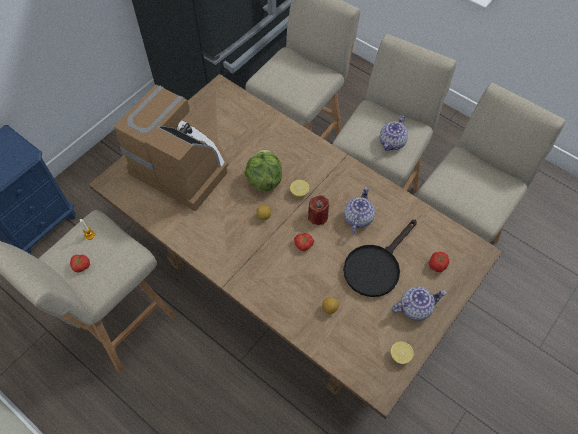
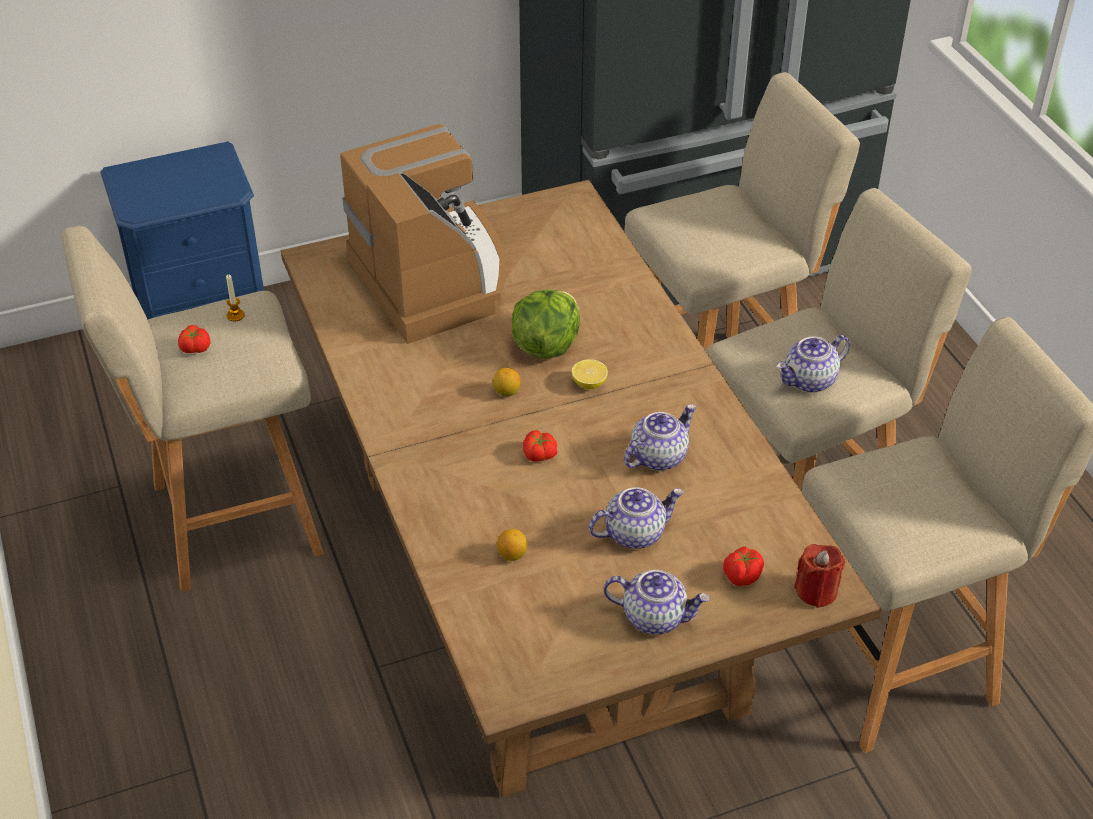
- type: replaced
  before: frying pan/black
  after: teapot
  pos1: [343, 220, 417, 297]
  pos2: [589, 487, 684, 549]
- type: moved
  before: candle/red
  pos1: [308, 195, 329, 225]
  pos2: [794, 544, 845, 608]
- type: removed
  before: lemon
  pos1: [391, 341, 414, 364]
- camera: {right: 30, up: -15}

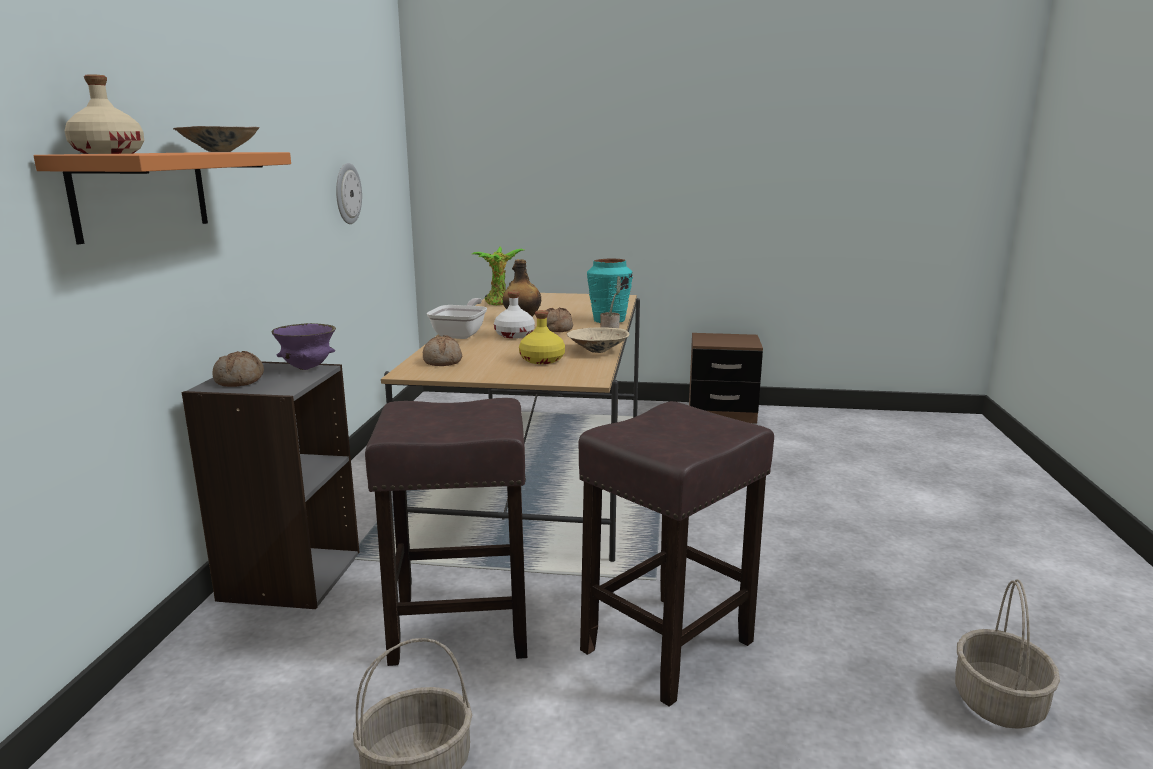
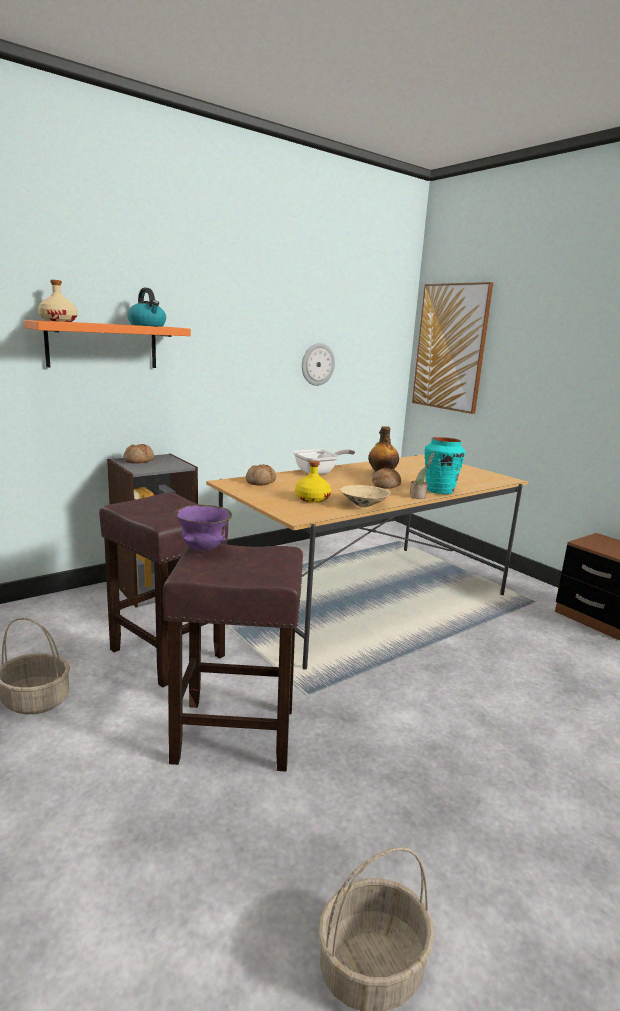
- type: replaced
  before: bowl/beige
  after: kettle
  pos1: [173, 126, 259, 152]
  pos2: [127, 287, 166, 327]
- type: moved
  before: bowl/purple
  pos1: [271, 323, 336, 370]
  pos2: [174, 505, 232, 551]
- type: added
  after: picture
  pos2: [412, 282, 493, 414]
- type: removed
  before: potted plant
  pos1: [472, 246, 524, 306]
- type: removed
  before: bottle/white
  pos1: [494, 291, 535, 338]
- camera: {right: 45, up: 0}

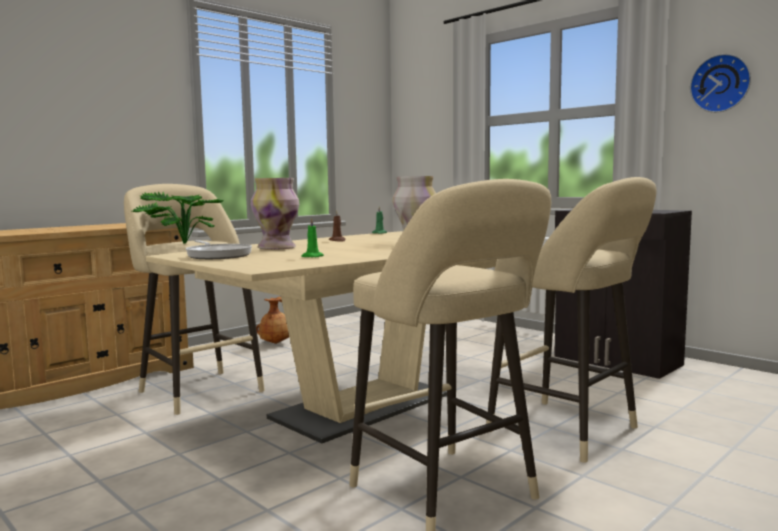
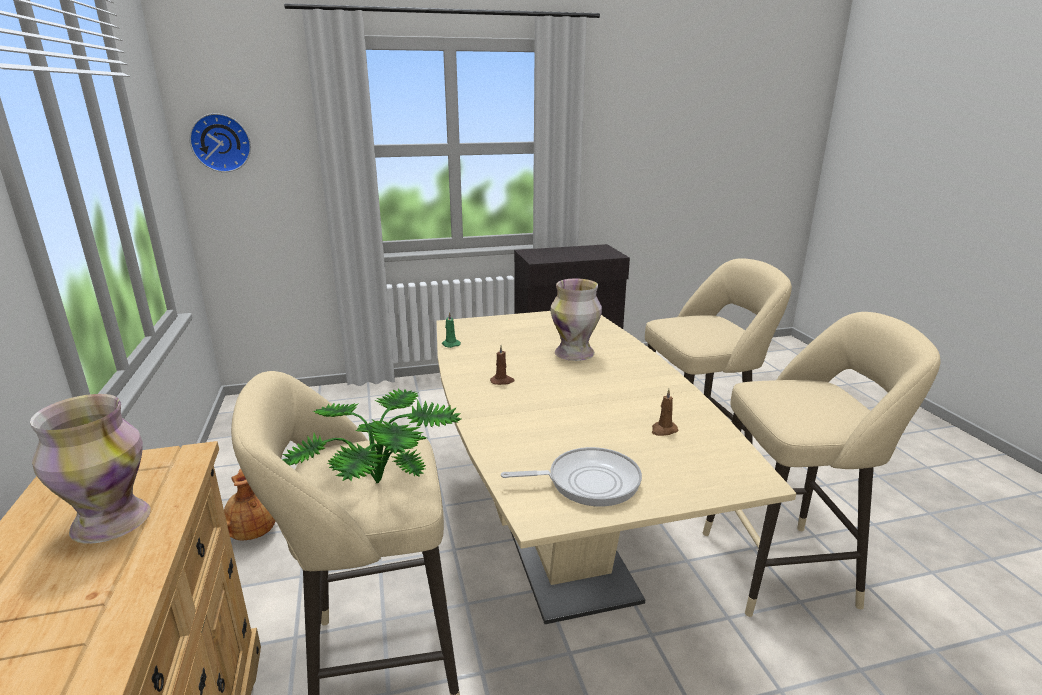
- type: moved
  before: vase
  pos1: [251, 178, 299, 250]
  pos2: [30, 394, 151, 544]
- type: moved
  before: wall clock
  pos1: [690, 54, 751, 113]
  pos2: [189, 113, 251, 172]
- type: recoloured
  before: candle/green
  after: candle/brown
  pos1: [301, 217, 324, 257]
  pos2: [652, 389, 678, 436]
- camera: {right: -60, up: 15}

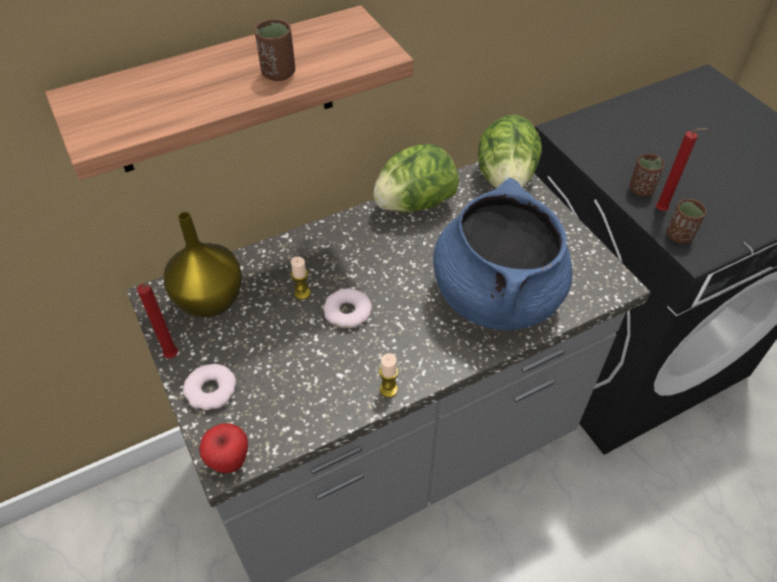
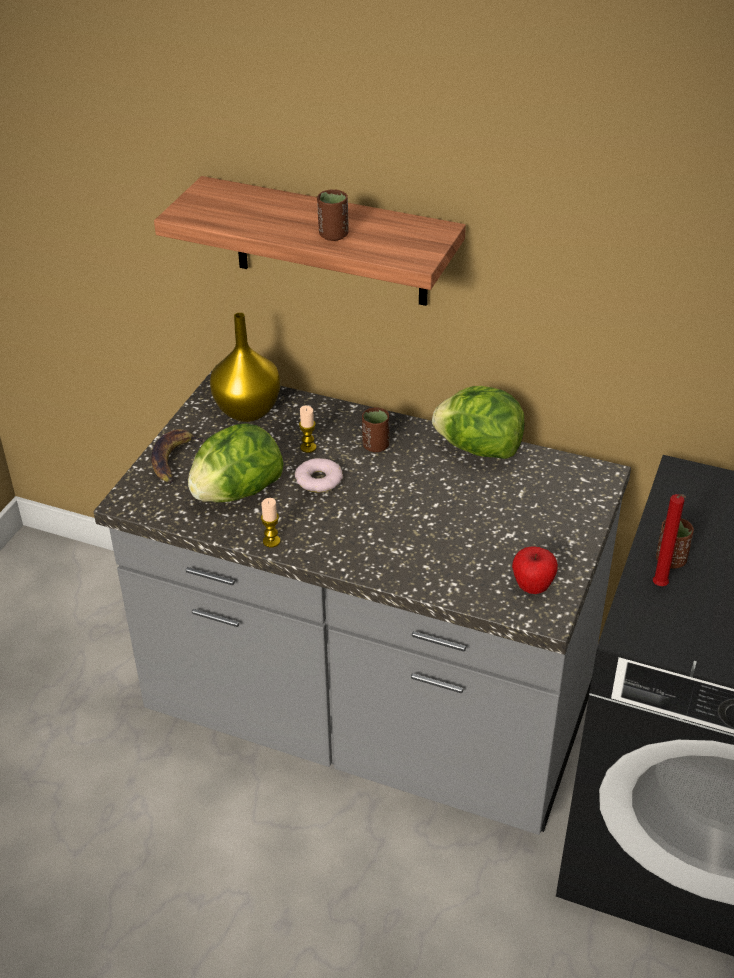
- type: replaced
  before: donut
  after: banana
  pos1: [183, 364, 236, 411]
  pos2: [151, 429, 206, 483]
- type: moved
  before: lettuce
  pos1: [478, 114, 542, 188]
  pos2: [188, 423, 283, 502]
- type: moved
  before: cup/brown
  pos1: [667, 199, 706, 243]
  pos2: [362, 407, 389, 452]
- type: moved
  before: apple
  pos1: [199, 423, 248, 473]
  pos2: [512, 546, 558, 594]
- type: removed
  before: candle/red
  pos1: [137, 283, 178, 359]
- type: removed
  before: cooking pot/blue
  pos1: [433, 178, 572, 330]
- camera: {right: 50, up: -10}

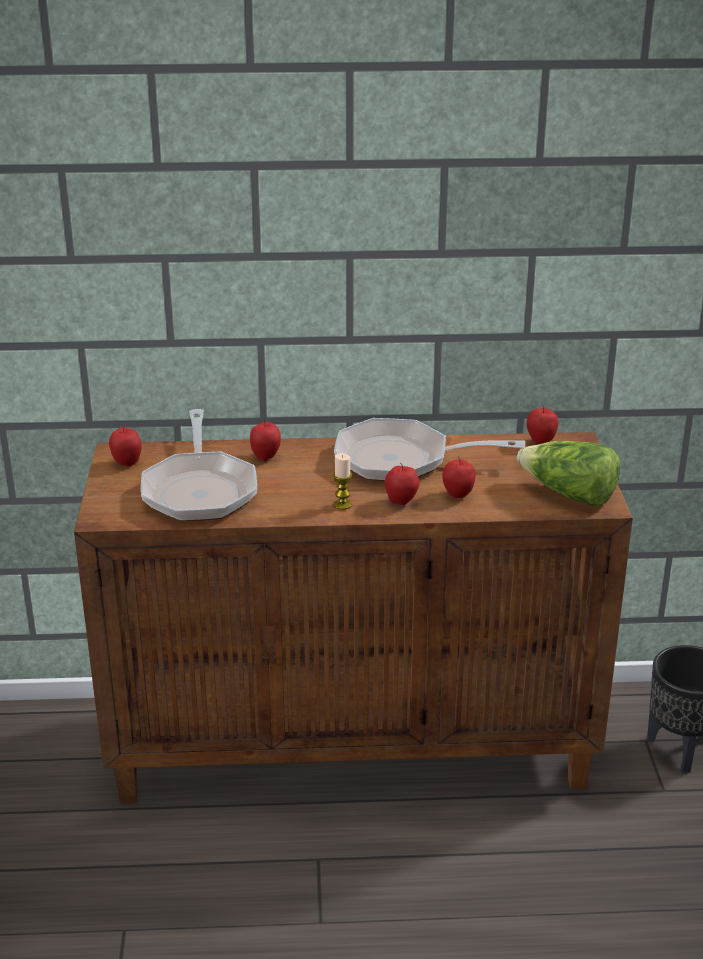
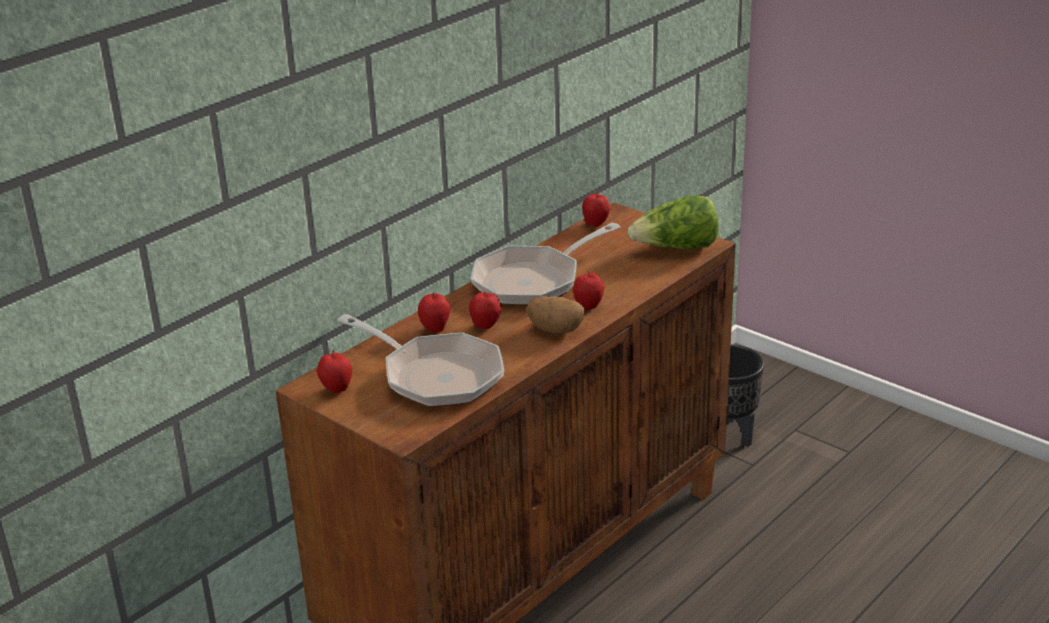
- type: moved
  before: apple
  pos1: [442, 456, 476, 498]
  pos2: [469, 290, 501, 329]
- type: replaced
  before: candle
  after: potato
  pos1: [333, 453, 352, 510]
  pos2: [526, 296, 585, 333]
- camera: {right: -45, up: 0}

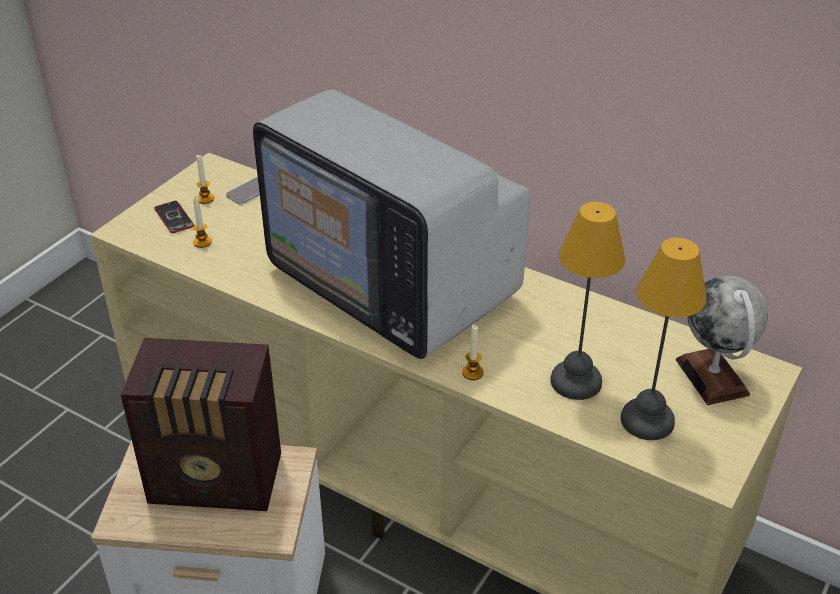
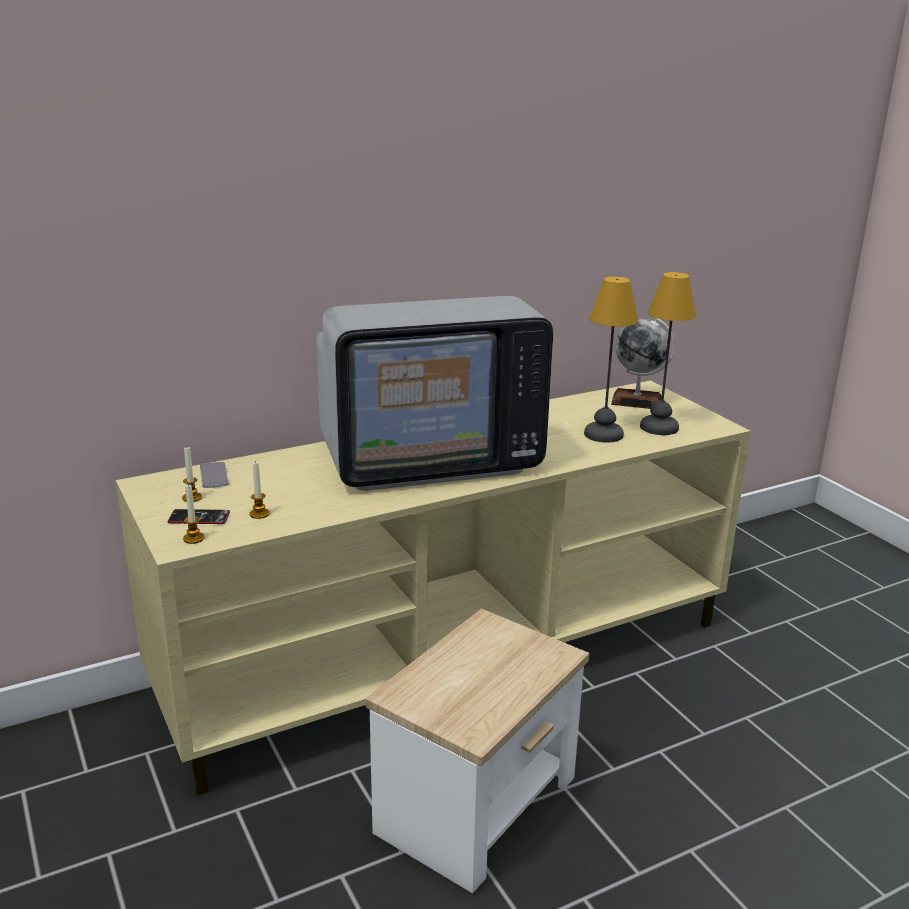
- type: moved
  before: candle
  pos1: [462, 325, 484, 380]
  pos2: [183, 484, 205, 544]
- type: removed
  before: radio
  pos1: [120, 338, 281, 511]
- camera: {right: -60, up: -15}

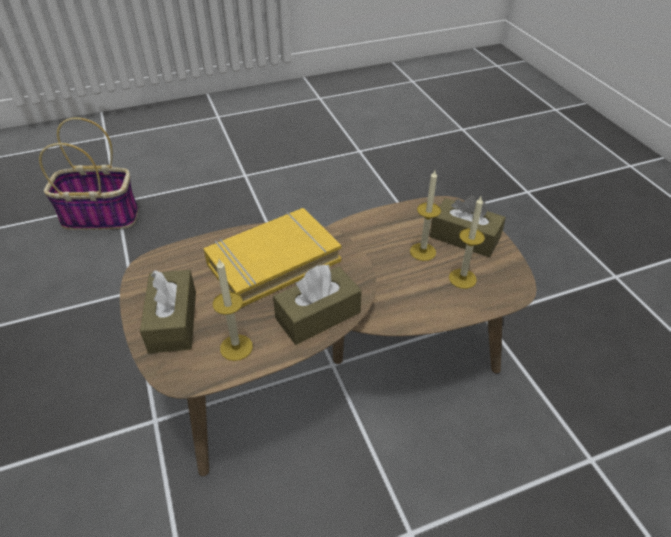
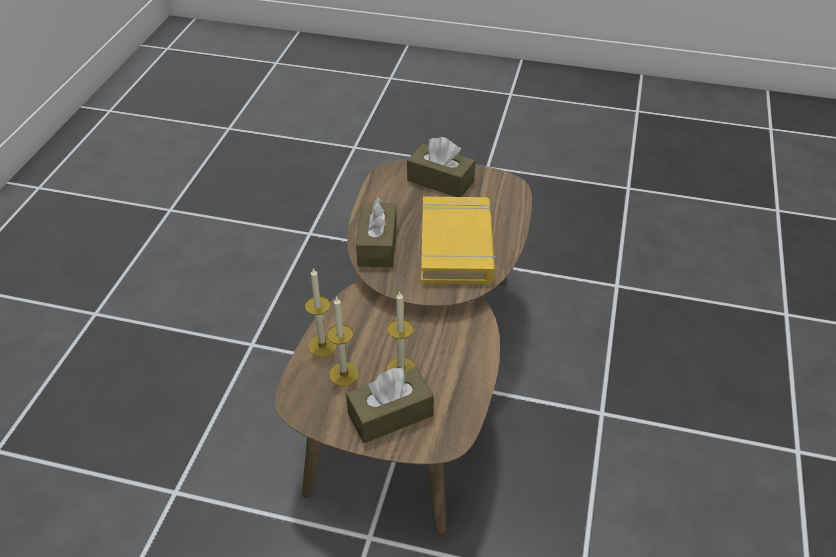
- type: moved
  before: candle
  pos1: [213, 259, 253, 361]
  pos2: [305, 267, 337, 357]
- type: removed
  before: basket
  pos1: [39, 117, 138, 230]
- camera: {right: 125, up: 0}

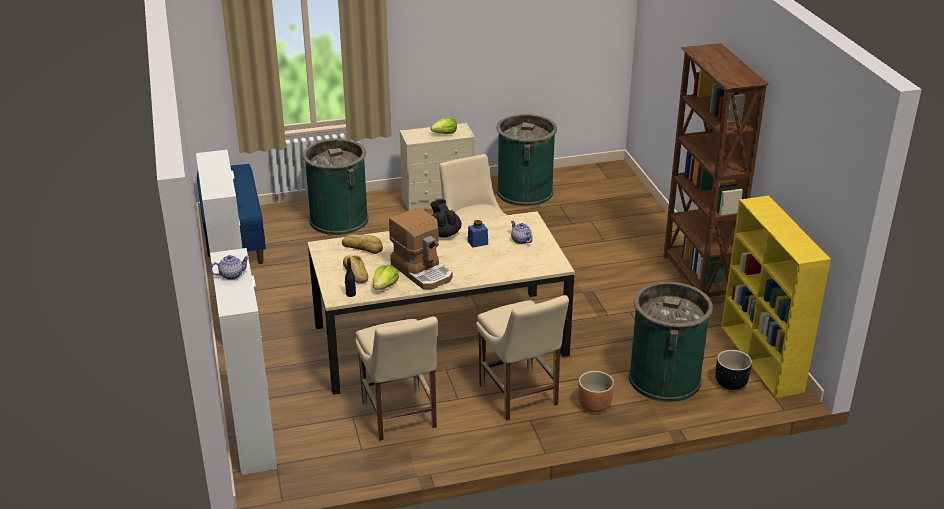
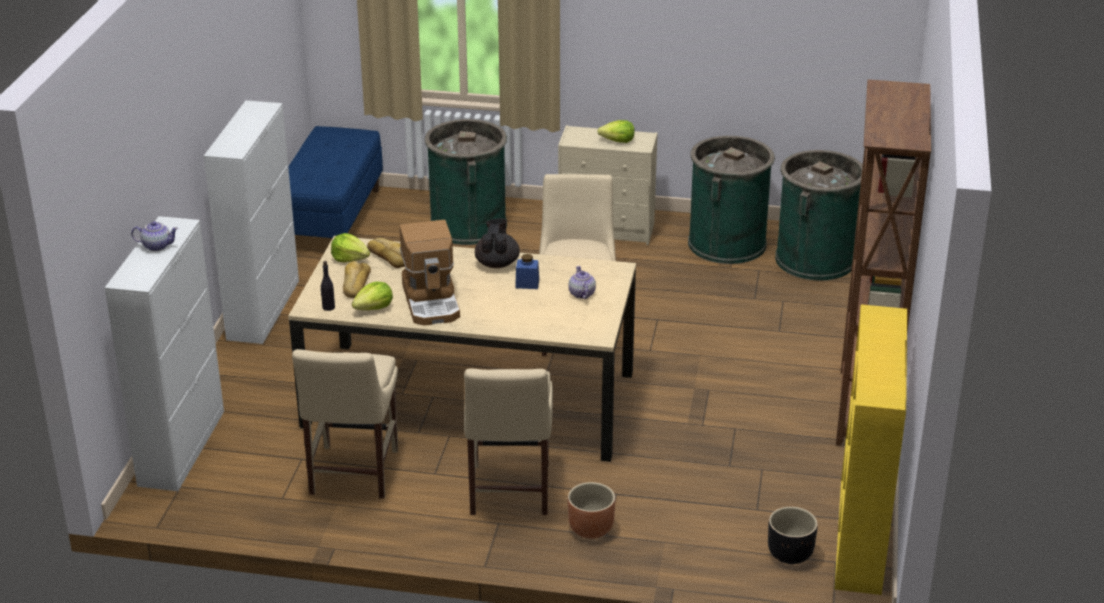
- type: added
  after: lettuce
  pos2: [331, 233, 370, 263]
- type: moved
  before: trash can/green
  pos1: [629, 282, 713, 402]
  pos2: [775, 150, 863, 281]
- camera: {right: 25, up: 0}

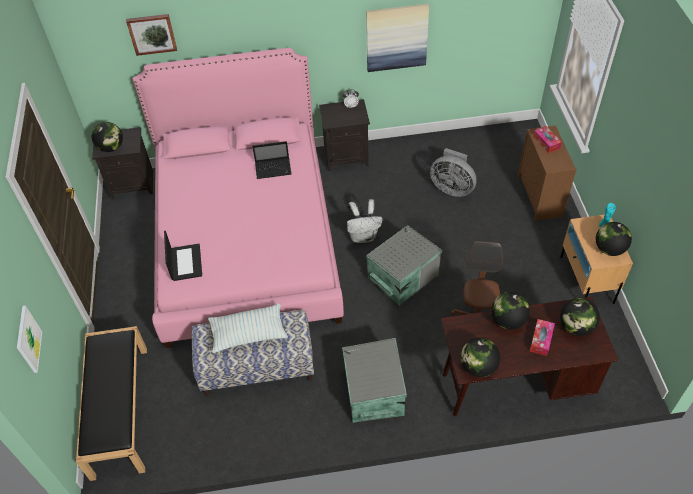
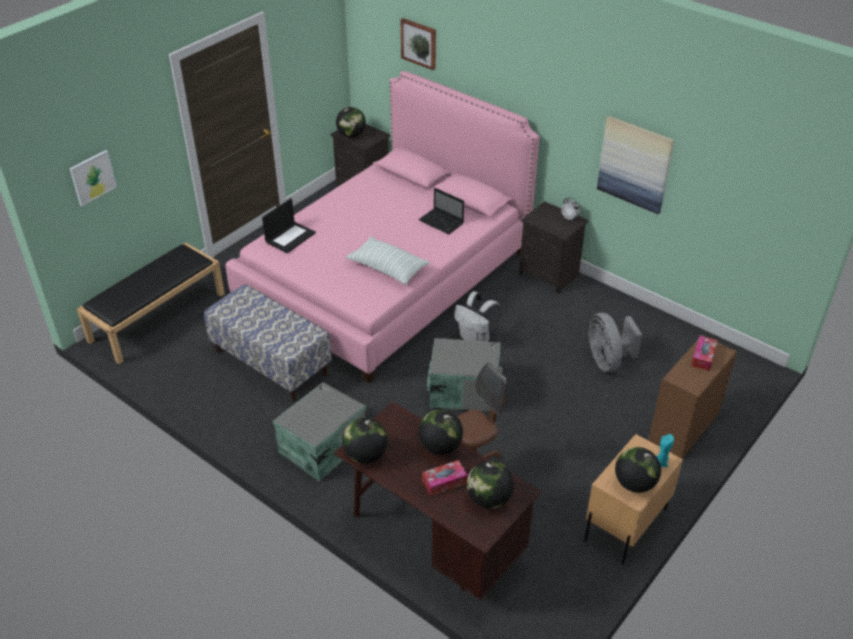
- type: moved
  before: pillow
  pos1: [208, 303, 288, 353]
  pos2: [346, 236, 430, 285]
- camera: {right: 45, up: -10}

